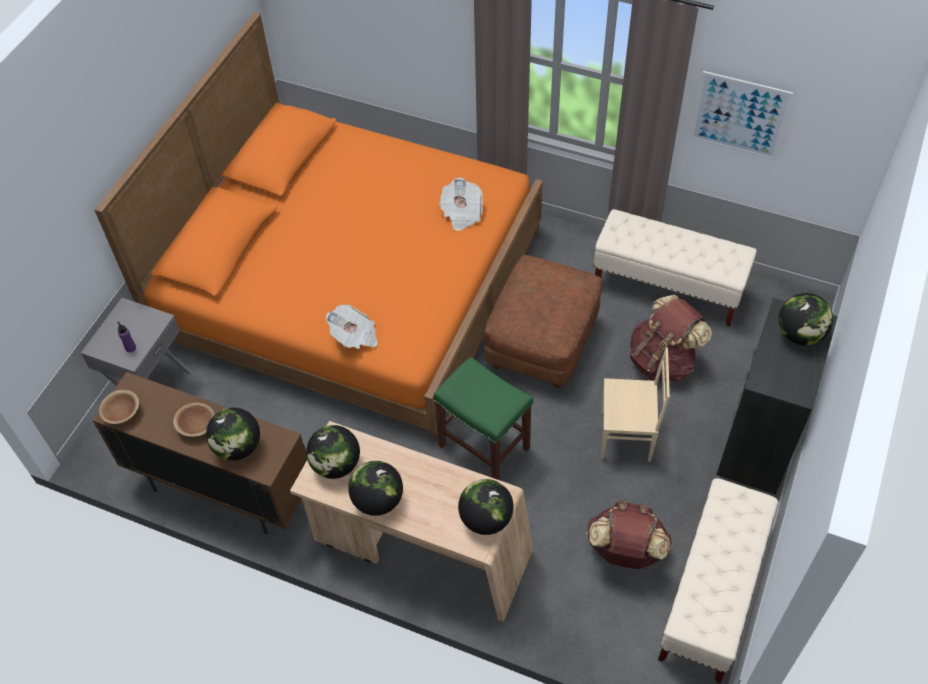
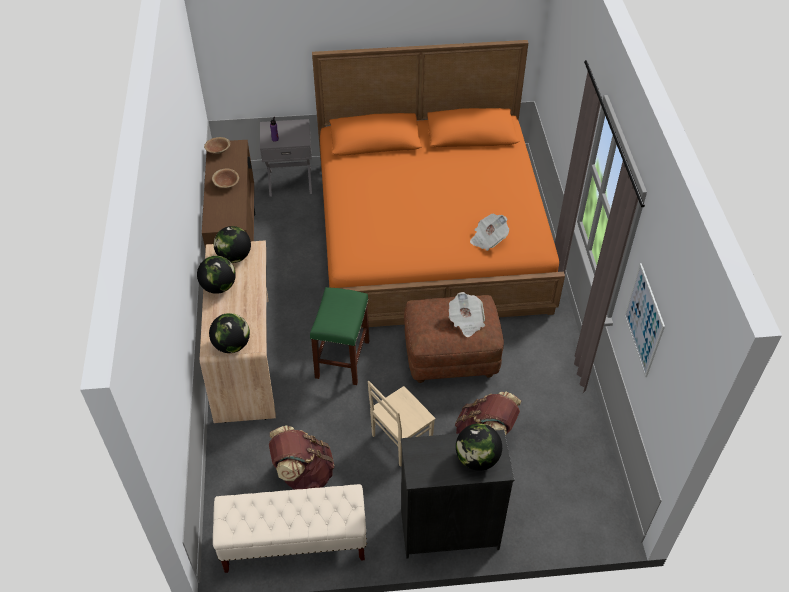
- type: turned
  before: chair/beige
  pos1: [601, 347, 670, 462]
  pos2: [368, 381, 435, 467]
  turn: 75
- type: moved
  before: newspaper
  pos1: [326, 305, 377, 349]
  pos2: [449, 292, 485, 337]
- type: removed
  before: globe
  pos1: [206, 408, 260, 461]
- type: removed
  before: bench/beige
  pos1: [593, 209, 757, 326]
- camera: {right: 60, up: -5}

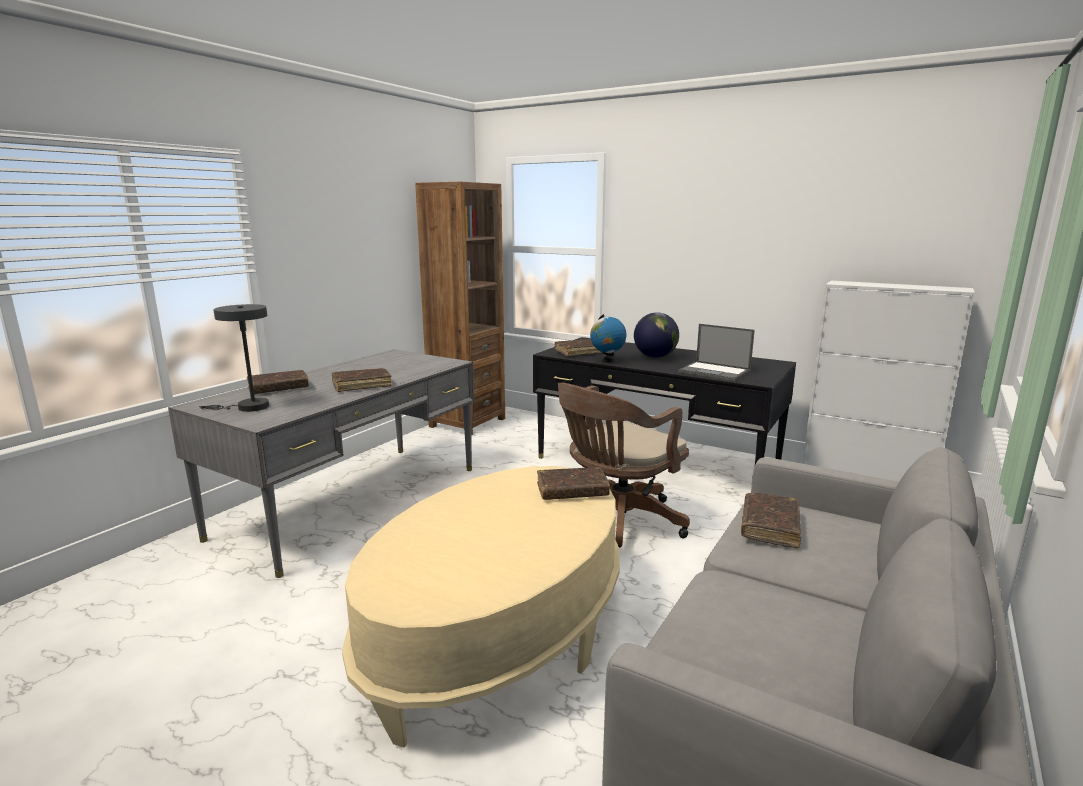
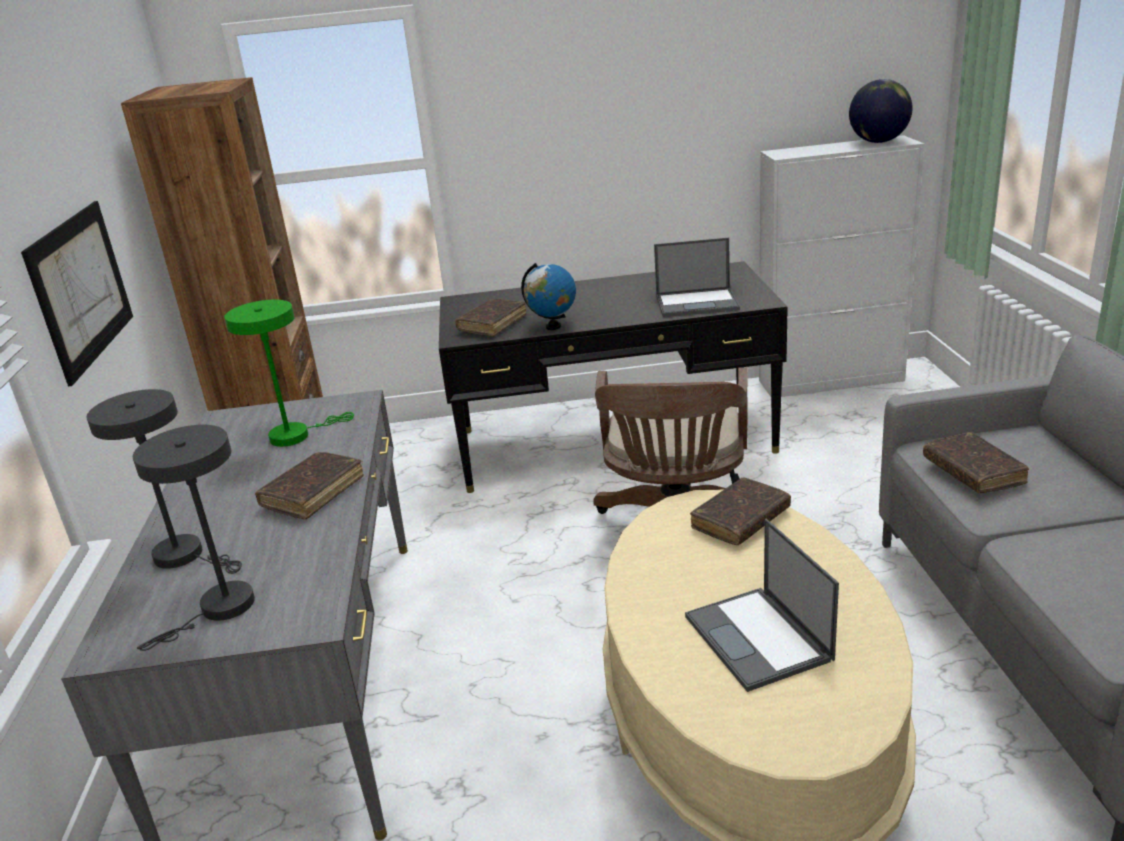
- type: added
  after: picture
  pos2: [21, 201, 133, 387]
- type: replaced
  before: book/brown
  after: table lamp/grey
  pos1: [247, 370, 309, 394]
  pos2: [86, 389, 242, 574]
- type: added
  after: table lamp/green
  pos2: [224, 300, 354, 447]
- type: added
  after: laptop
  pos2: [685, 519, 839, 692]
- type: moved
  before: globe
  pos1: [634, 312, 679, 358]
  pos2: [849, 79, 913, 143]
- camera: {right: -35, up: 10}

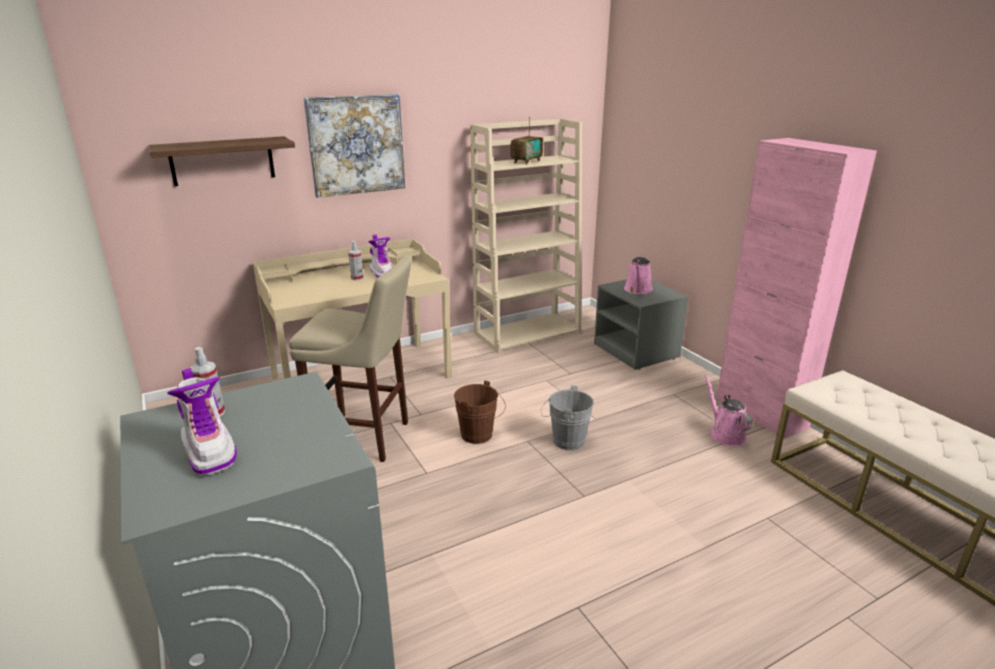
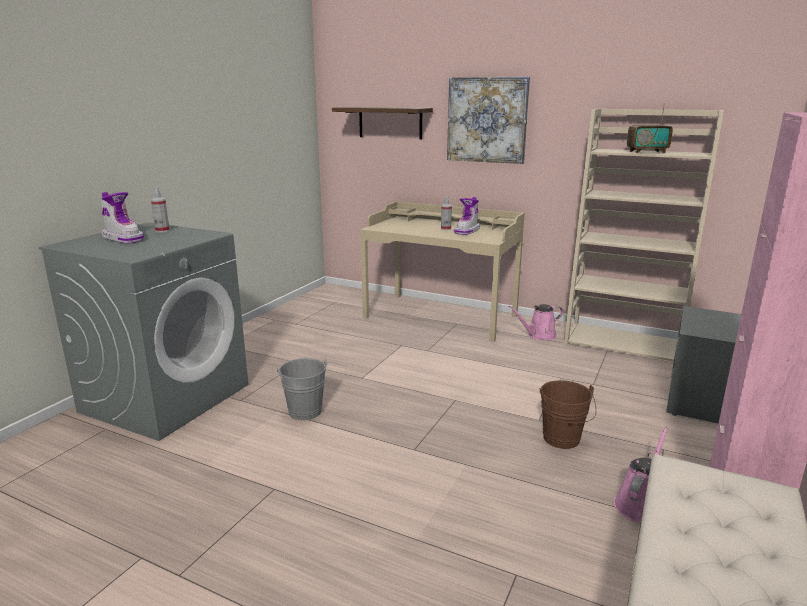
- type: turned
  before: boot
  pos1: [167, 368, 237, 476]
  pos2: [101, 192, 144, 244]
  turn: -75
- type: moved
  before: bucket/grey
  pos1: [541, 385, 594, 451]
  pos2: [277, 358, 327, 421]
- type: moved
  before: watering can/pink
  pos1: [624, 256, 653, 294]
  pos2: [508, 304, 563, 340]
- type: moved
  before: bucket/brown
  pos1: [454, 380, 506, 444]
  pos2: [540, 380, 596, 449]
- type: removed
  before: stool/beige
  pos1: [289, 255, 412, 462]
- camera: {right: 55, up: -5}

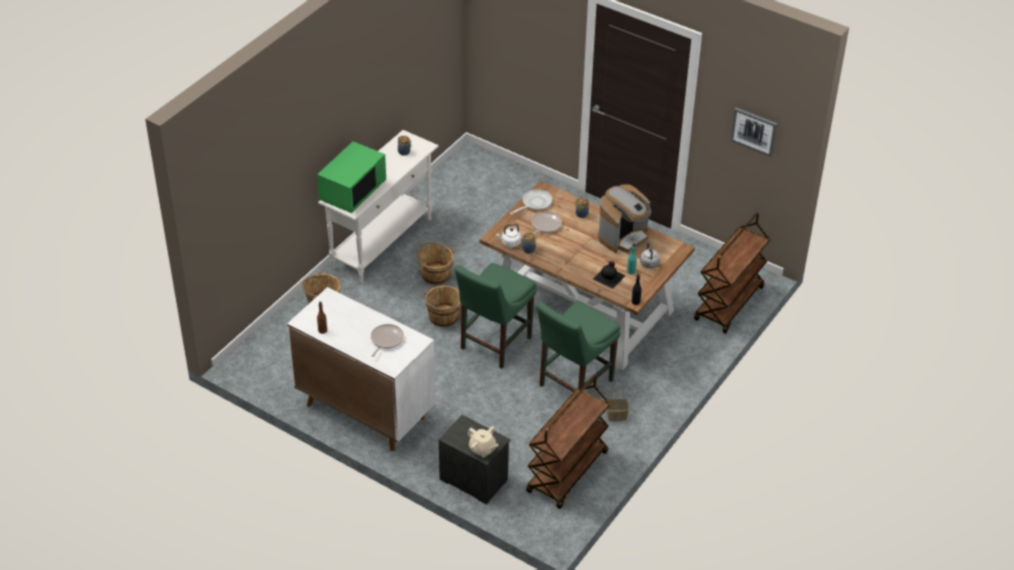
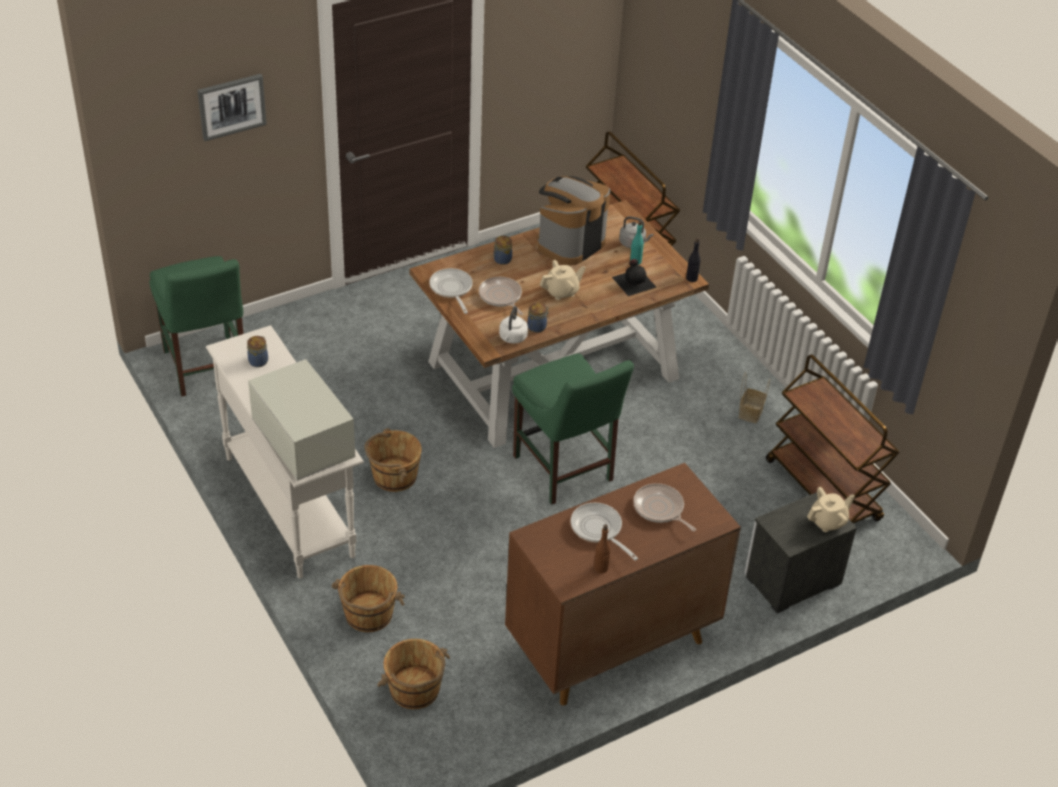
- type: moved
  before: chair/green
  pos1: [537, 301, 621, 392]
  pos2: [149, 256, 244, 397]
- type: moved
  before: picture
  pos1: [730, 107, 777, 157]
  pos2: [198, 74, 267, 141]
- type: recoloured
  before: microwave/green
  after: microwave/white
  pos1: [317, 142, 386, 213]
  pos2: [248, 359, 355, 481]
- type: moved
  before: bucket/brown
  pos1: [424, 286, 461, 327]
  pos2: [377, 639, 450, 709]
- type: recoloured
  before: cabinet/white
  after: cabinet/brown
  pos1: [287, 287, 436, 451]
  pos2: [505, 463, 741, 706]
- type: turned
  before: coffee machine
  pos1: [598, 184, 652, 253]
  pos2: [537, 176, 610, 265]
  turn: -120
- type: added
  after: teapot/beige
  pos2: [540, 260, 585, 300]
- type: added
  after: frying pan
  pos2: [571, 503, 638, 560]
- camera: {right: -65, up: 0}

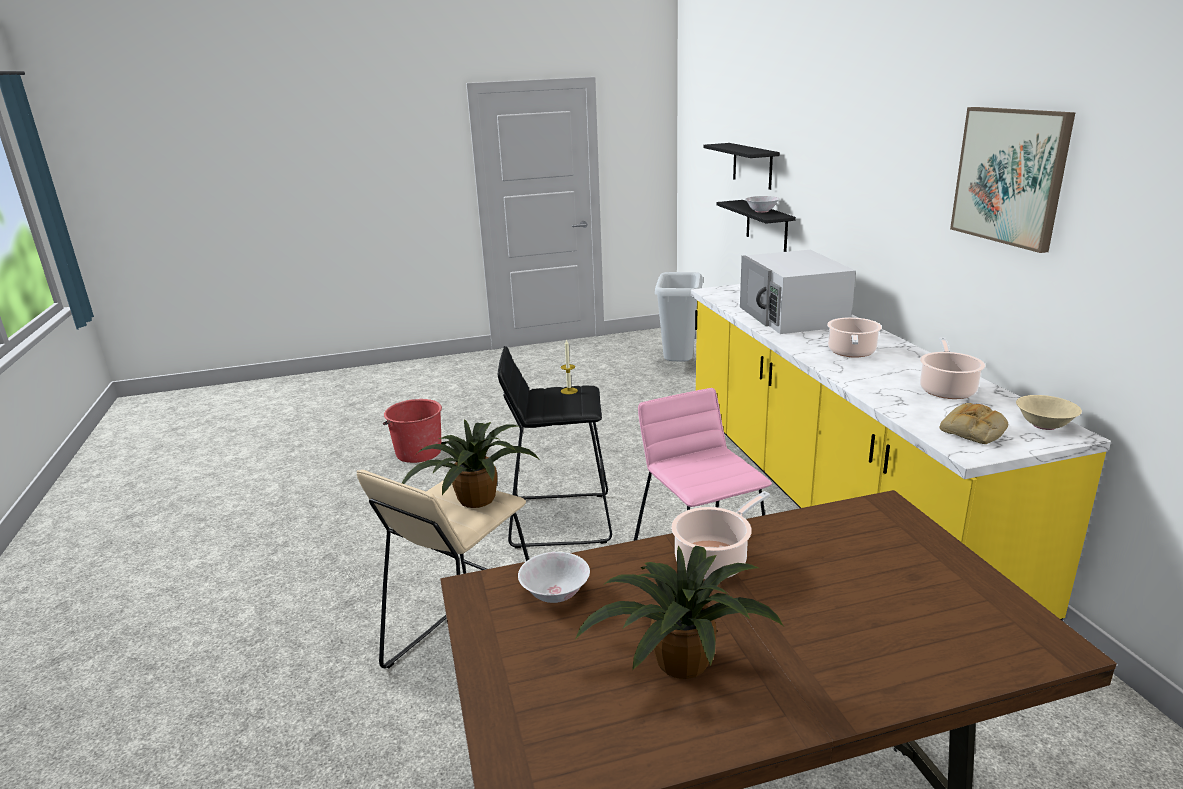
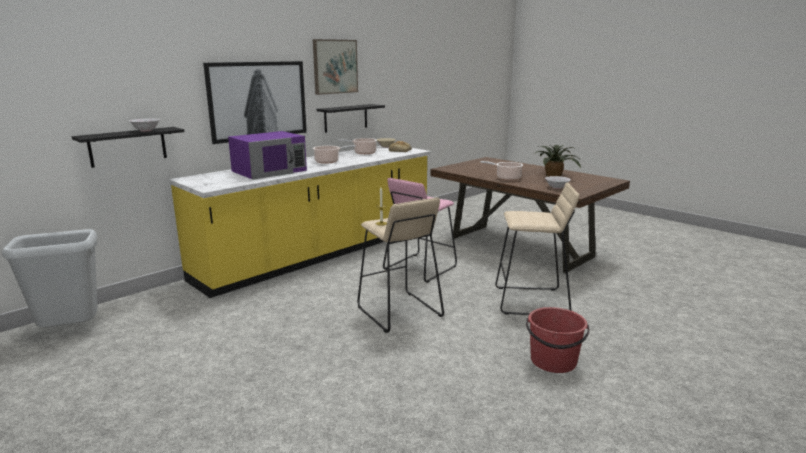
- type: added
  after: picture
  pos2: [203, 61, 307, 144]
- type: recoloured
  before: microwave/white
  after: microwave/purple
  pos1: [740, 250, 856, 334]
  pos2: [228, 131, 307, 180]
- type: moved
  before: shelf/black
  pos1: [703, 143, 780, 190]
  pos2: [317, 104, 385, 133]
- type: recoloured
  before: stool/black
  after: stool/beige
  pos1: [497, 346, 612, 549]
  pos2: [358, 198, 444, 333]
- type: moved
  before: bucket/red
  pos1: [383, 399, 442, 463]
  pos2: [526, 307, 589, 373]
- type: removed
  before: potted plant
  pos1: [402, 419, 540, 508]
- camera: {right: -120, up: -5}

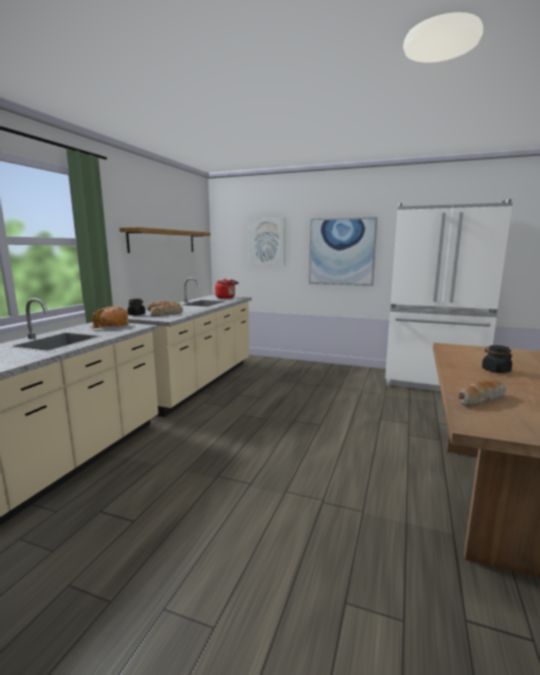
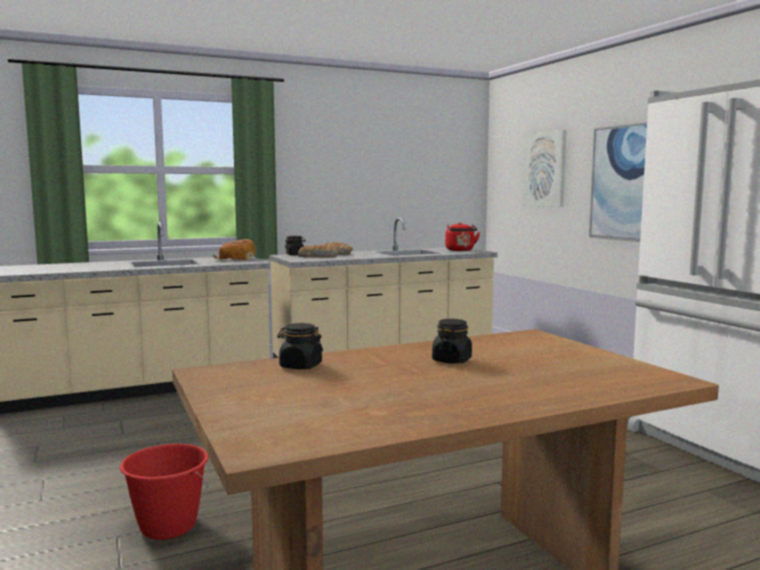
- type: added
  after: bucket/red
  pos2: [120, 444, 209, 540]
- type: replaced
  before: bread
  after: jar/black
  pos1: [458, 380, 506, 407]
  pos2: [278, 323, 323, 369]
- type: removed
  before: shelf
  pos1: [119, 227, 210, 253]
- camera: {right: 45, up: -5}

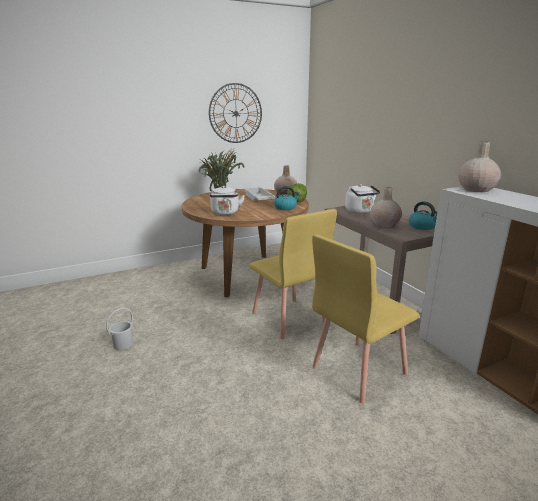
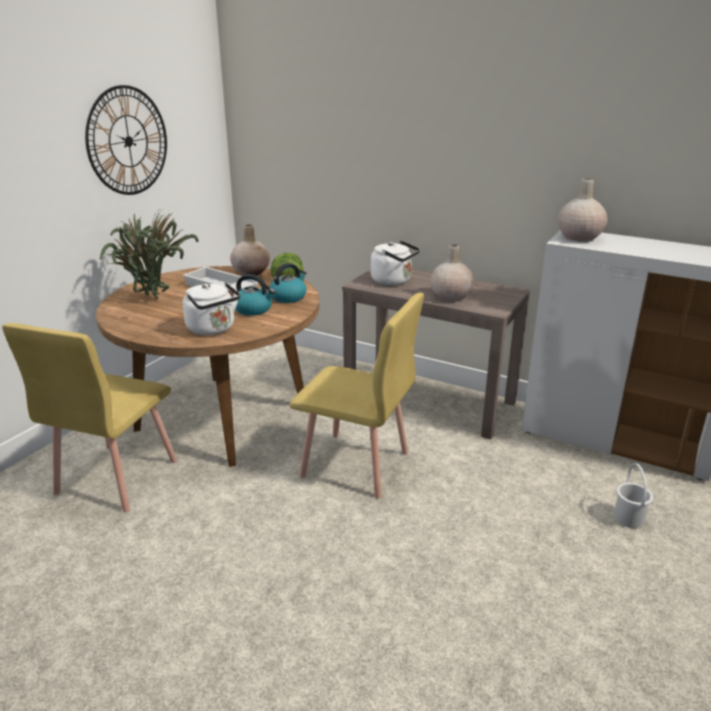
- type: moved
  before: chair/yellow
  pos1: [312, 235, 420, 404]
  pos2: [2, 323, 177, 512]
- type: moved
  before: kettle
  pos1: [409, 201, 437, 230]
  pos2: [236, 274, 275, 316]
- type: moved
  before: bucket/white
  pos1: [106, 308, 133, 350]
  pos2: [614, 463, 653, 528]
- camera: {right: -35, up: 5}

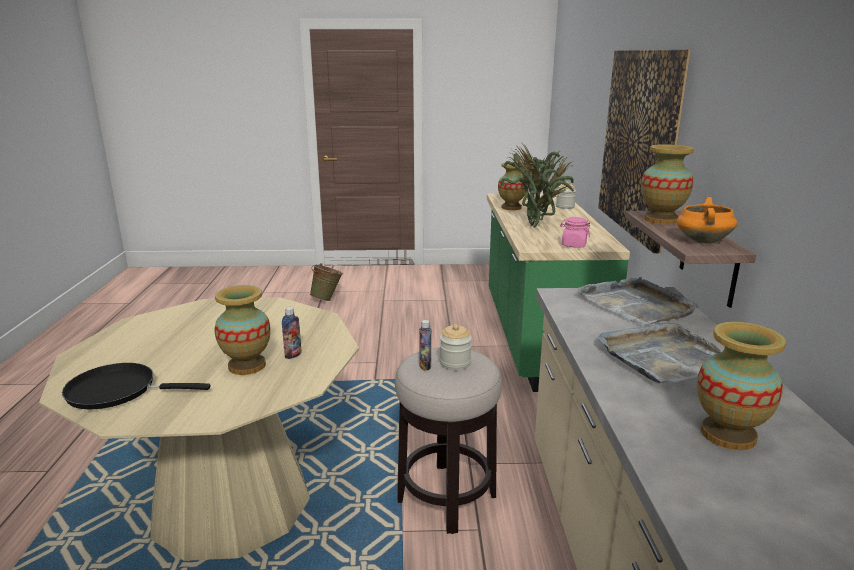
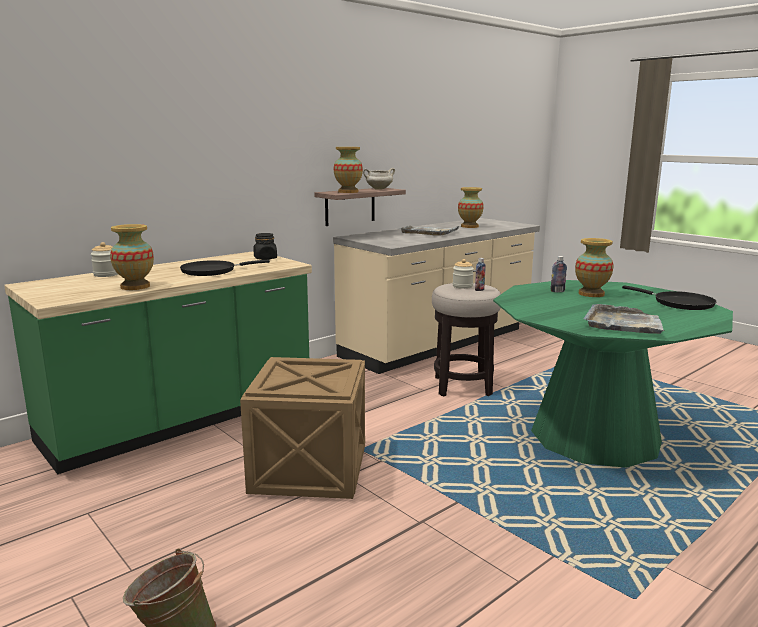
- type: replaced
  before: potted plant
  after: frying pan/black
  pos1: [501, 141, 574, 227]
  pos2: [180, 260, 270, 276]
- type: added
  after: crate
  pos2: [240, 357, 365, 499]
- type: recoloured
  before: jar/pink
  after: jar/black
  pos1: [560, 217, 590, 248]
  pos2: [254, 233, 277, 260]
- type: recoloured
  before: cooking pot/orange
  after: cooking pot/white
  pos1: [677, 197, 737, 244]
  pos2: [363, 168, 395, 190]
- type: recoloured
  before: dining table/beige
  after: dining table/green
  pos1: [39, 297, 359, 561]
  pos2: [493, 280, 733, 468]
- type: moved
  before: tray/grey
  pos1: [577, 277, 698, 325]
  pos2: [584, 304, 665, 334]
- type: removed
  before: picture
  pos1: [598, 50, 691, 253]
- camera: {right: -130, up: -5}

